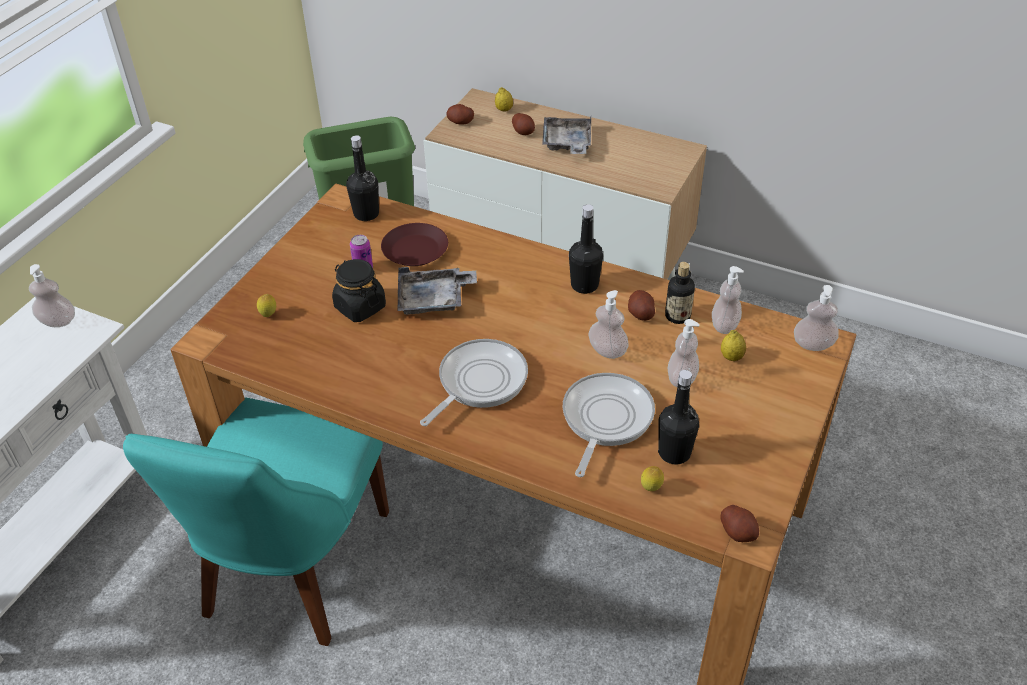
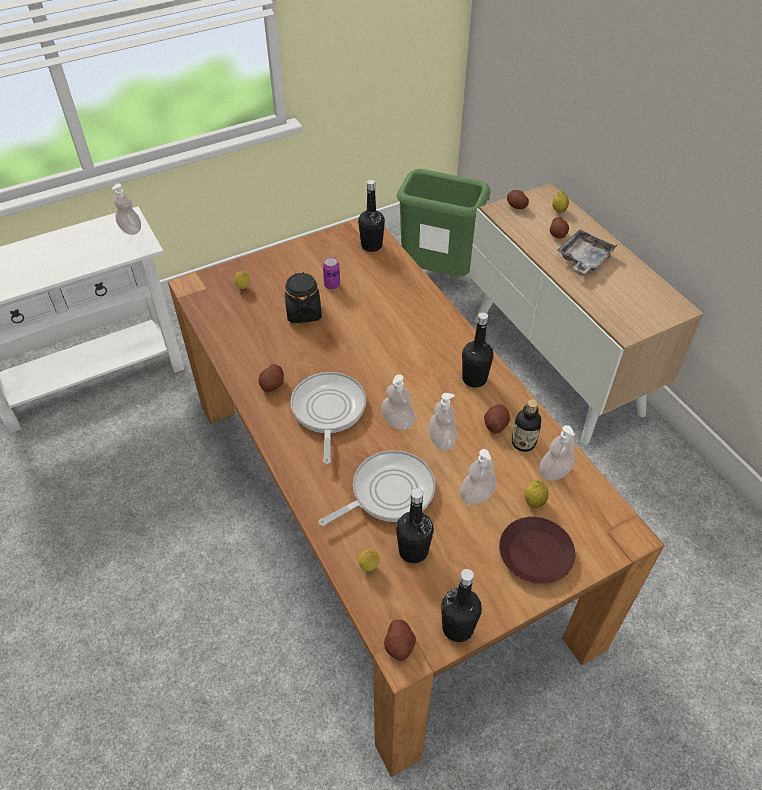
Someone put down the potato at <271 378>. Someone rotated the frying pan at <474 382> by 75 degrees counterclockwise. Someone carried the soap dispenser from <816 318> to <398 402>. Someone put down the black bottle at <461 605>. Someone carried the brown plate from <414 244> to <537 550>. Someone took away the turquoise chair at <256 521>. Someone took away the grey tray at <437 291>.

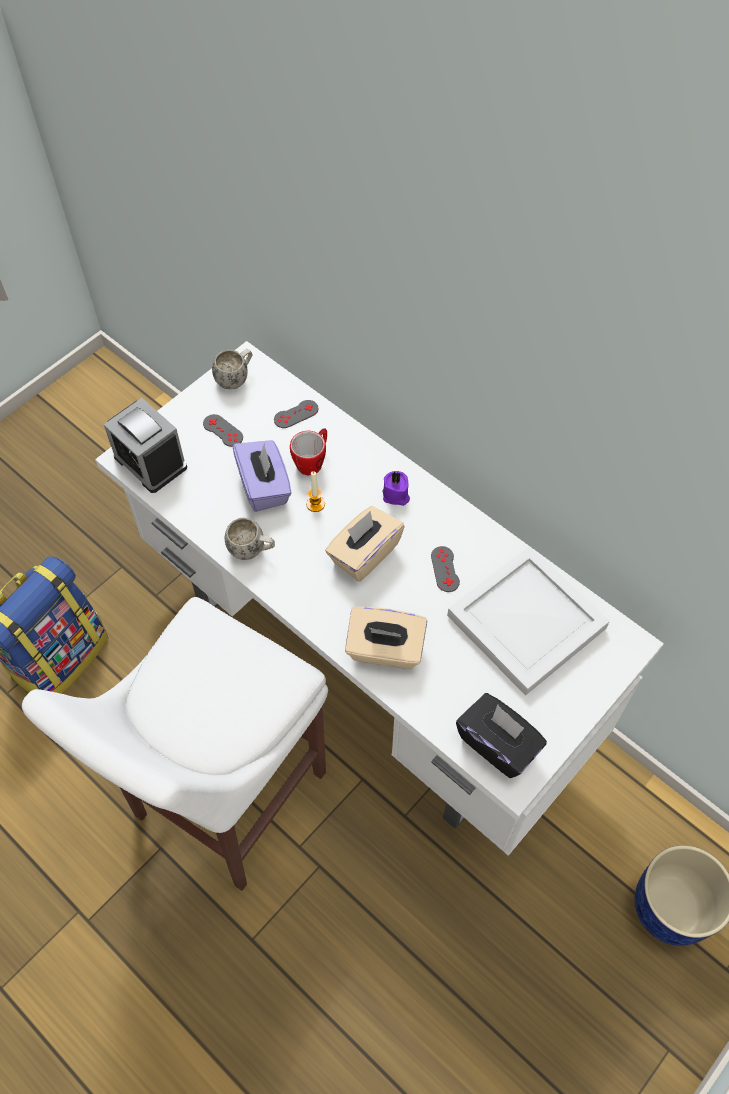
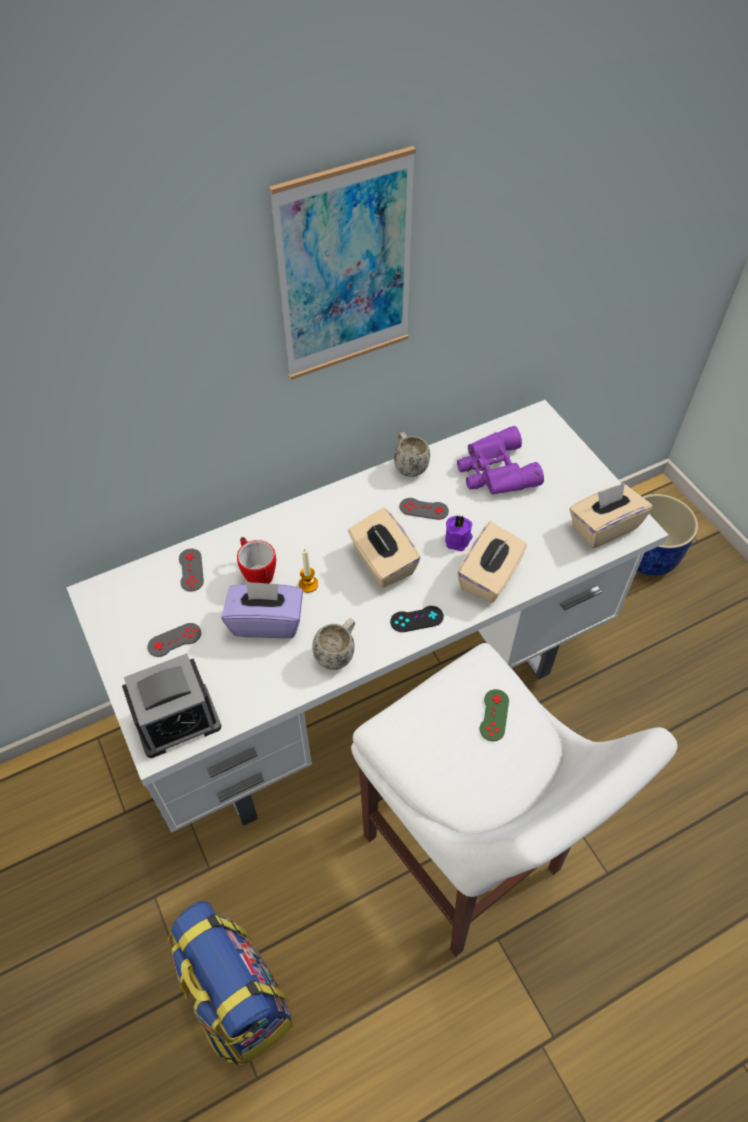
Someone put up the picture at <342 263>. Someone put down the black game controller at <417 619>. Someone carried the white mug from <232 369> to <412 454>. Someone carried the purple candle from <396 488> to <459 533>. Someone swapped the white tray at <528 621> for the purple binoculars at <500 460>. Someone put down the green game controller at <494 715>. Someone repainted the black tissue box at <501 735>, which became the beige tissue box at <611 515>.

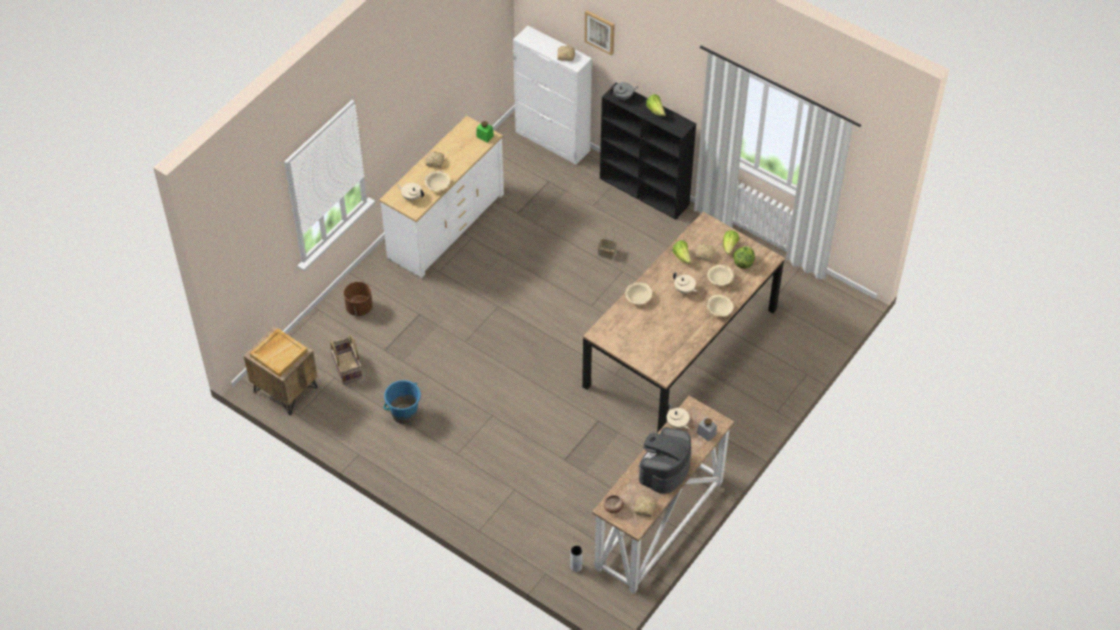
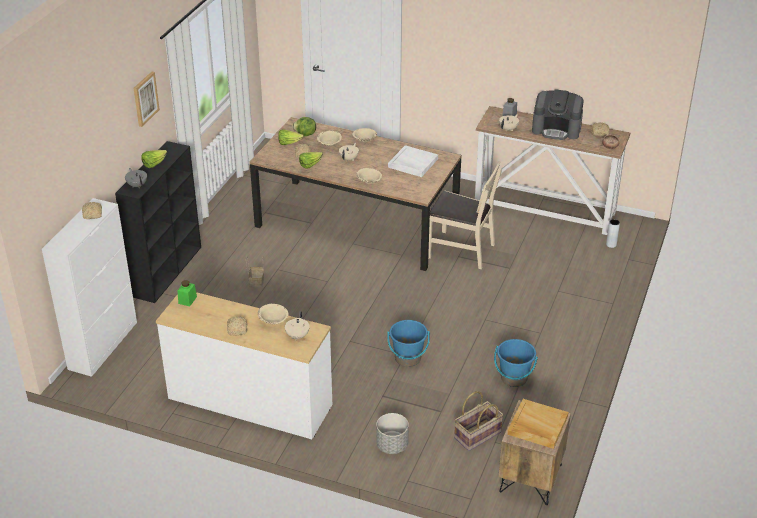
Someone carried the picture from <599 33> to <147 99>. Someone repainted the brown planter at <358 299>, which became the grey planter at <392 433>. Someone put down the blue bucket at <408 343>. Someone put down the white tray at <413 161>. Someone put down the beige chair at <465 215>.

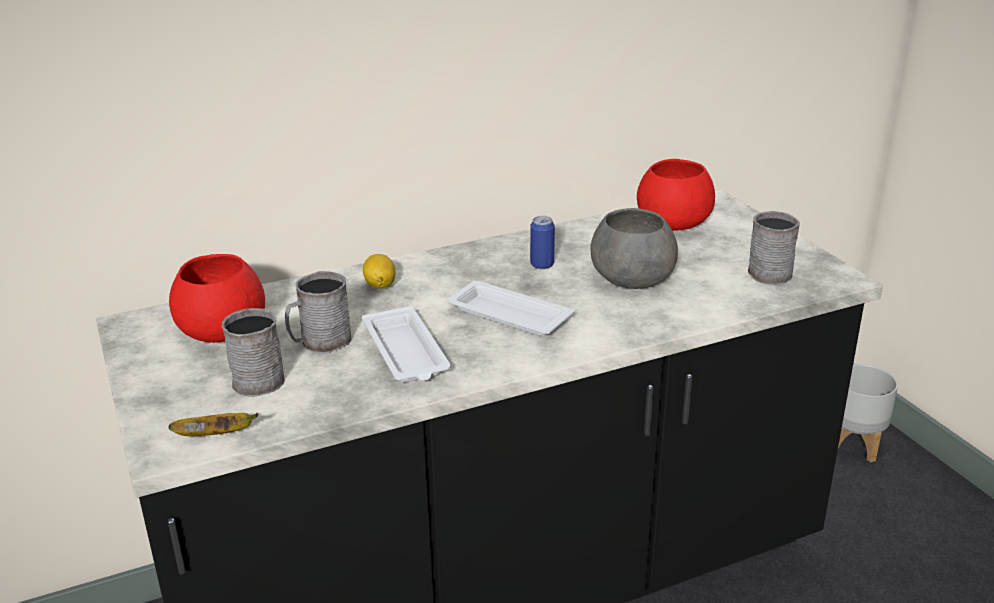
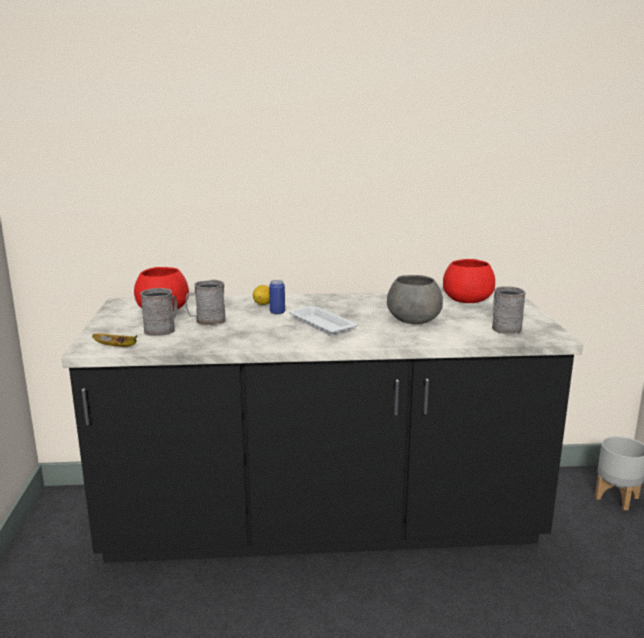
Someone carried the can from <542 242> to <277 297>. Someone took away the white tray at <406 344>.

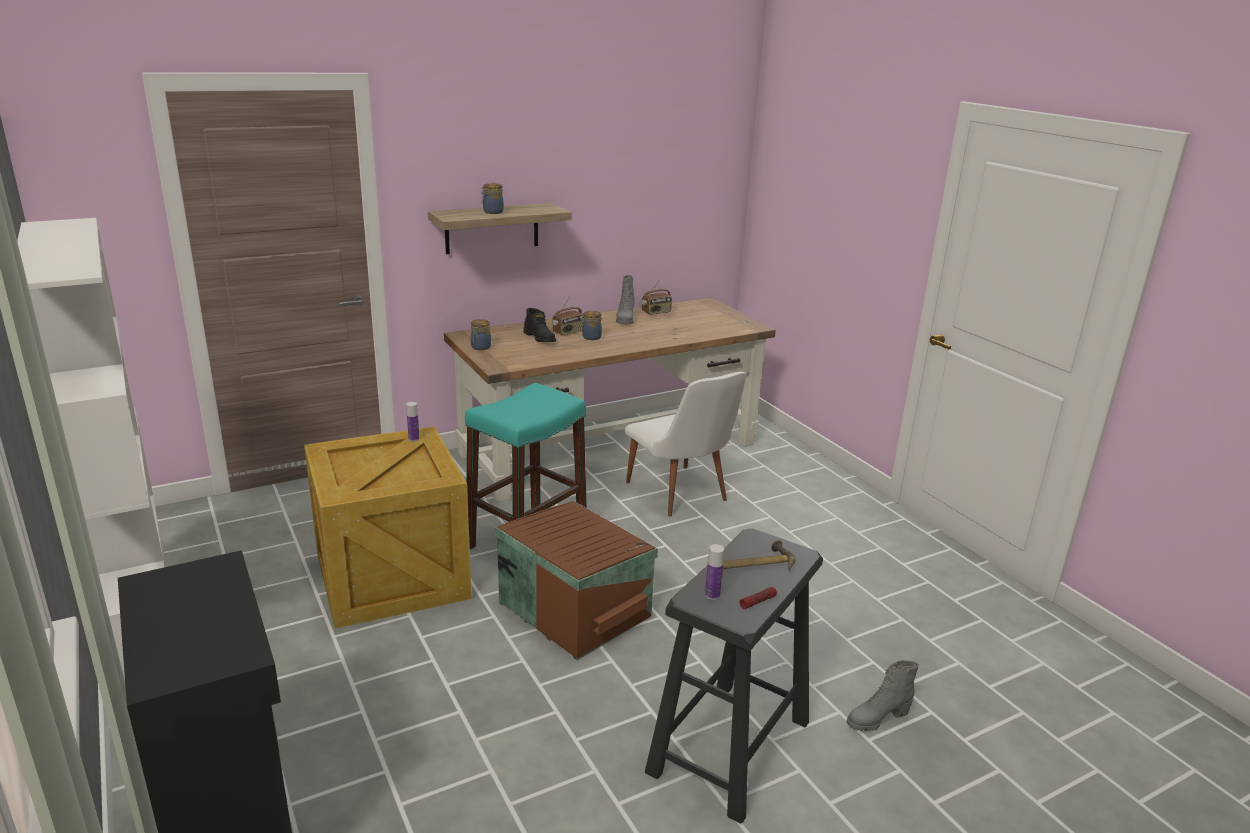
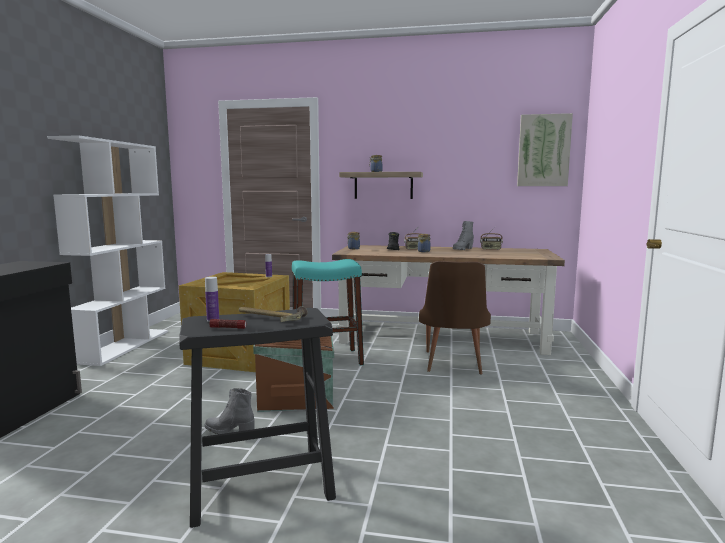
Someone carried the grey boot from <883 695> to <230 411>. Someone repainted the white chair at <686 444>, which became the brown chair at <455 317>. Someone put up the picture at <545 149>.

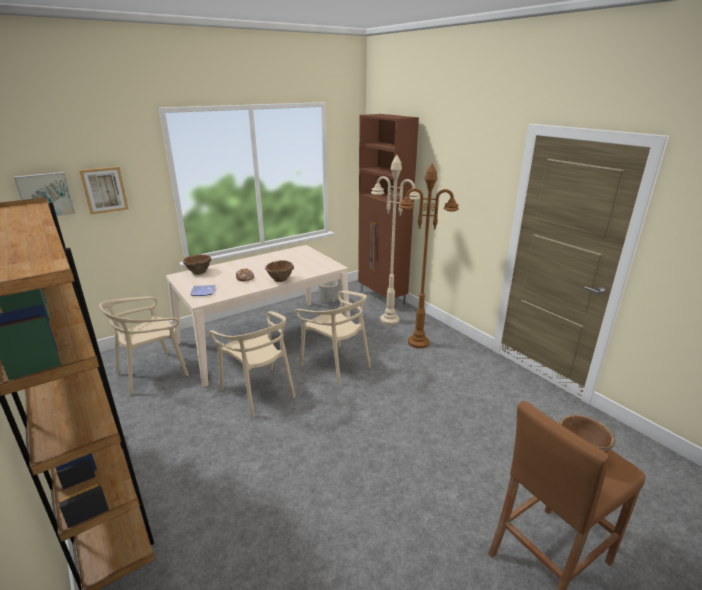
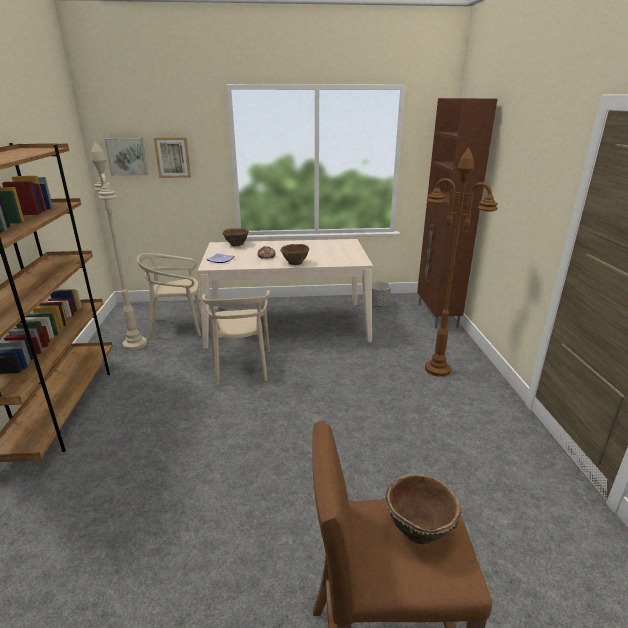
Someone carried the beige floor lamp from <395 240> to <119 246>. Someone took away the beige chair at <333 338>.

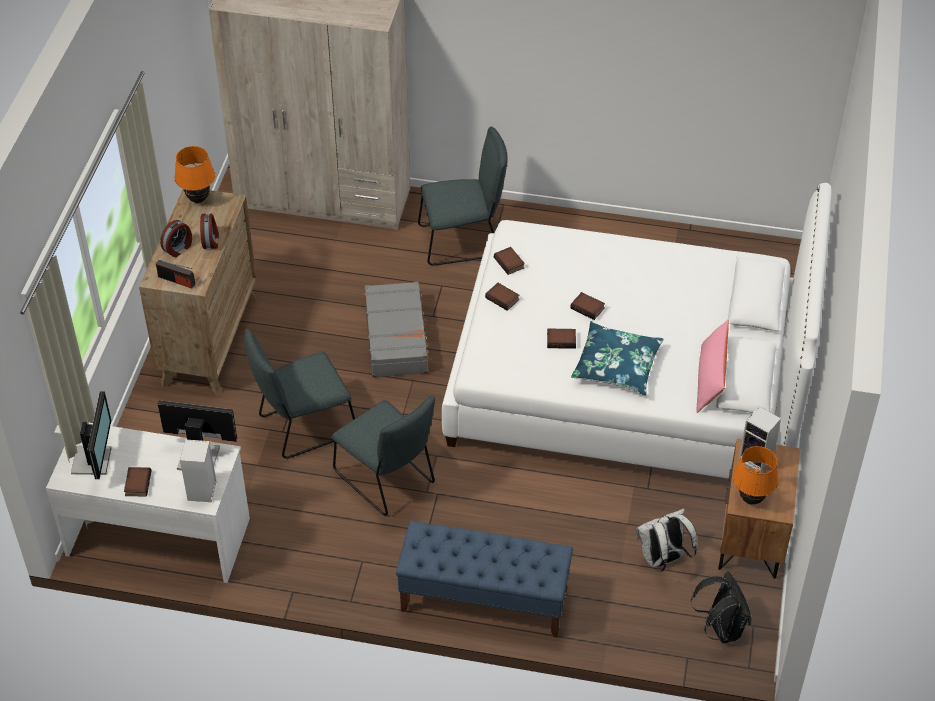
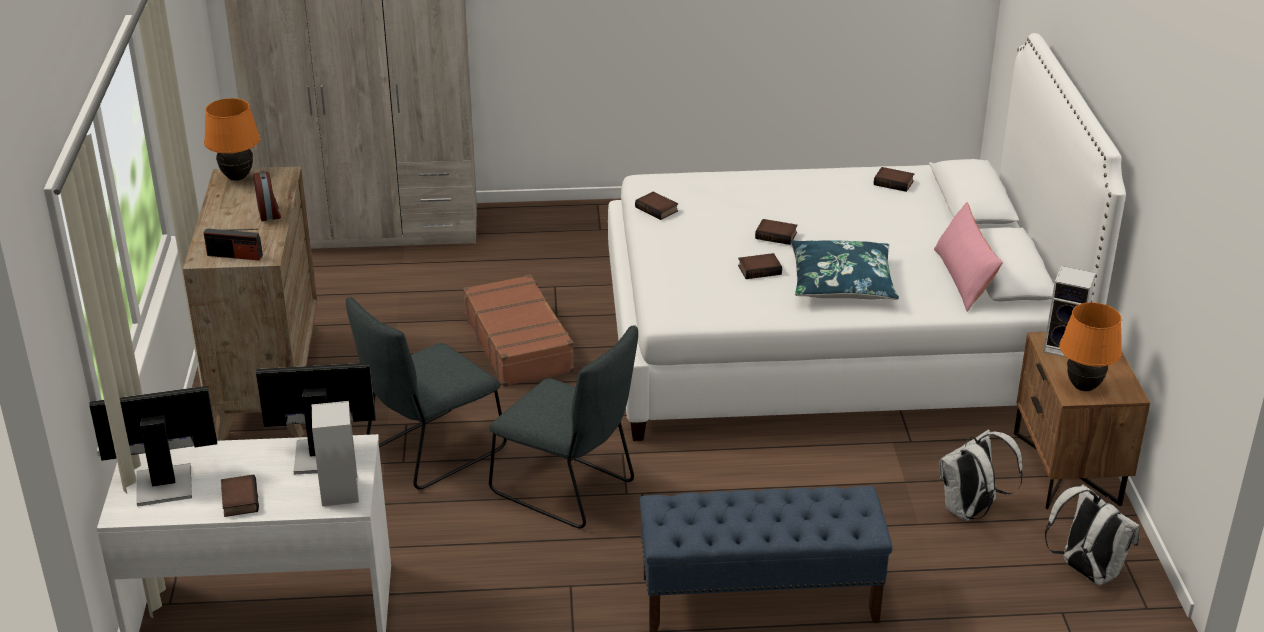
Someone rotated the monitor at <91 435> by 90 degrees counterclockwise. Someone repainted the grey suitcase at <398 329>, which became the brown suitcase at <519 331>. Someone carried the book from <502 297> to <894 179>. Someone repainted the black backpack at <721 607>, which became the white backpack at <1092 534>. Someone took away the alarm clock at <176 238>. Someone took away the grey chair at <463 196>.

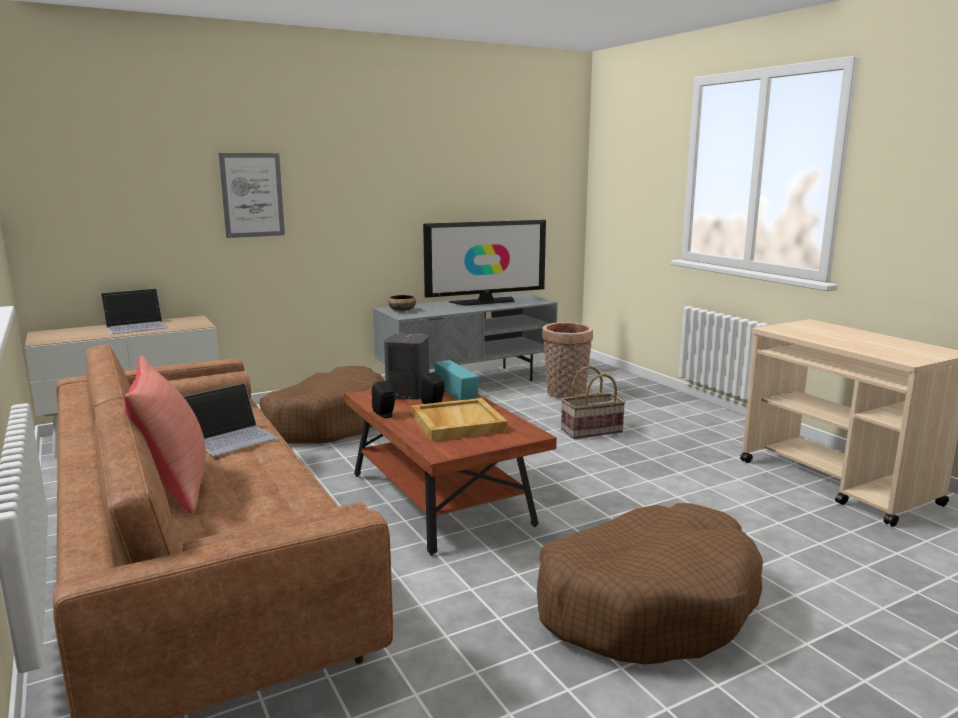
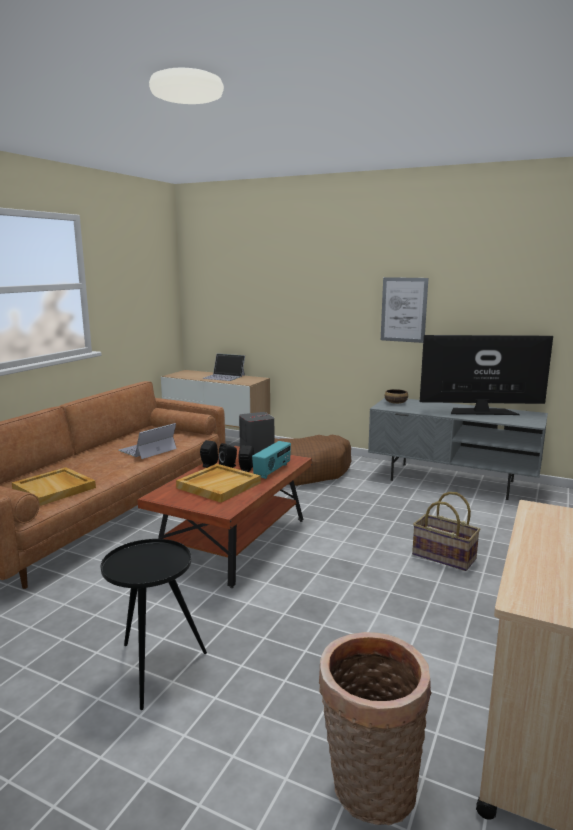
Someone put down the beige tray at <54 486>. Someone swapped the brown dog bed at <650 583> for the black side table at <154 624>. Someone rotated the laptop at <230 419> by 120 degrees clockwise. Someone put down the black speaker at <228 455>. Someone carried the basket from <567 360> to <375 728>. Someone carried the picture from <252 195> to <404 310>. Someone rotated the television at <484 263> by 150 degrees clockwise. Someone took away the red pillow at <165 434>.

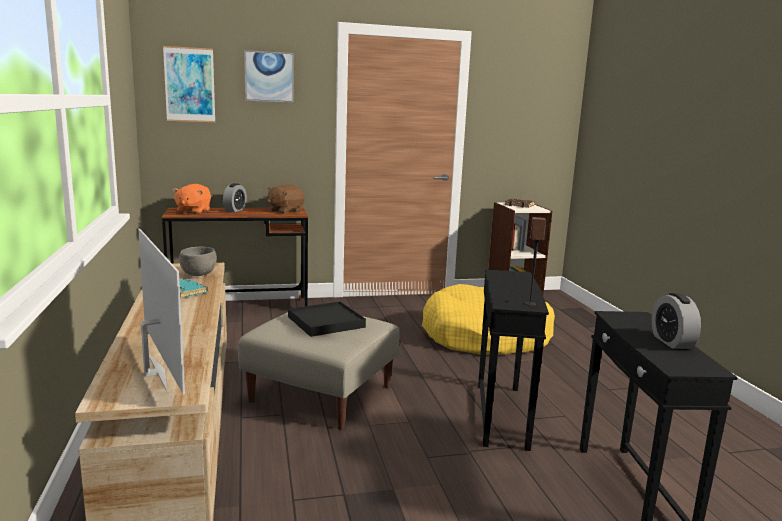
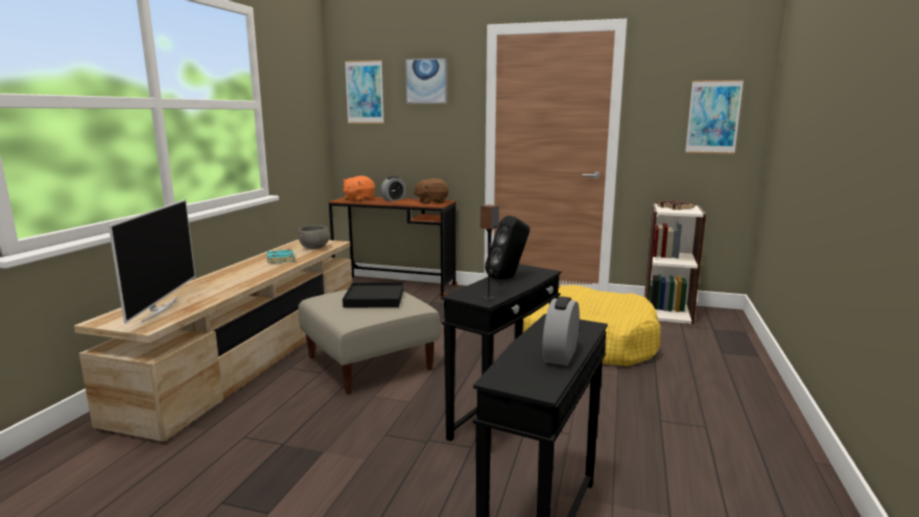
Someone put down the black speaker at <507 247>. Someone put up the picture at <714 117>.

